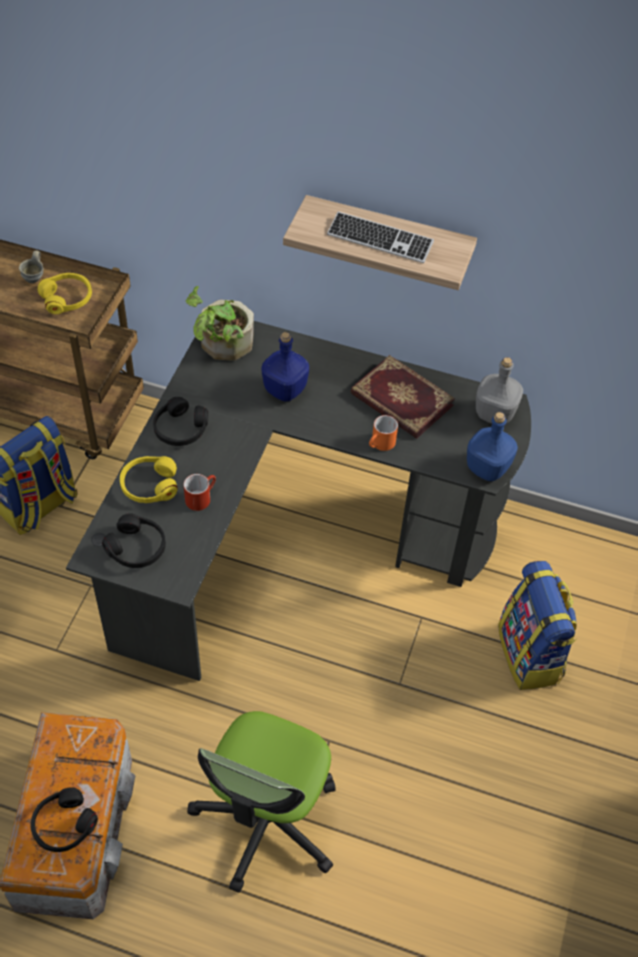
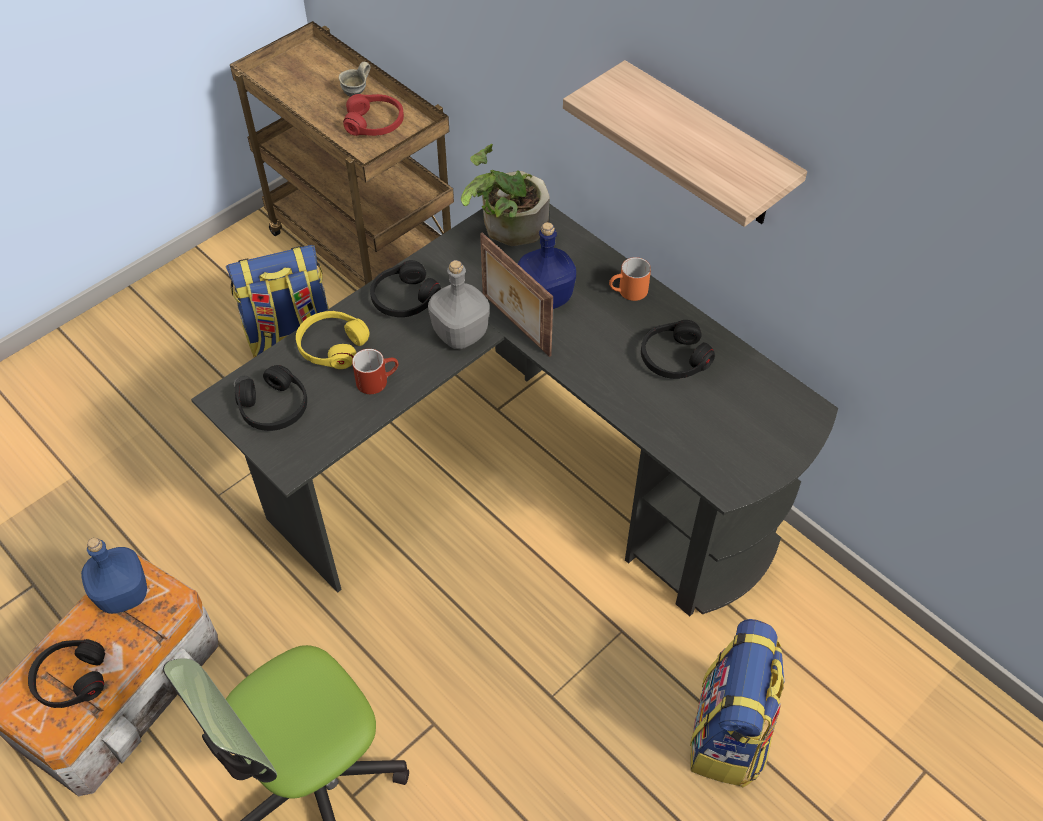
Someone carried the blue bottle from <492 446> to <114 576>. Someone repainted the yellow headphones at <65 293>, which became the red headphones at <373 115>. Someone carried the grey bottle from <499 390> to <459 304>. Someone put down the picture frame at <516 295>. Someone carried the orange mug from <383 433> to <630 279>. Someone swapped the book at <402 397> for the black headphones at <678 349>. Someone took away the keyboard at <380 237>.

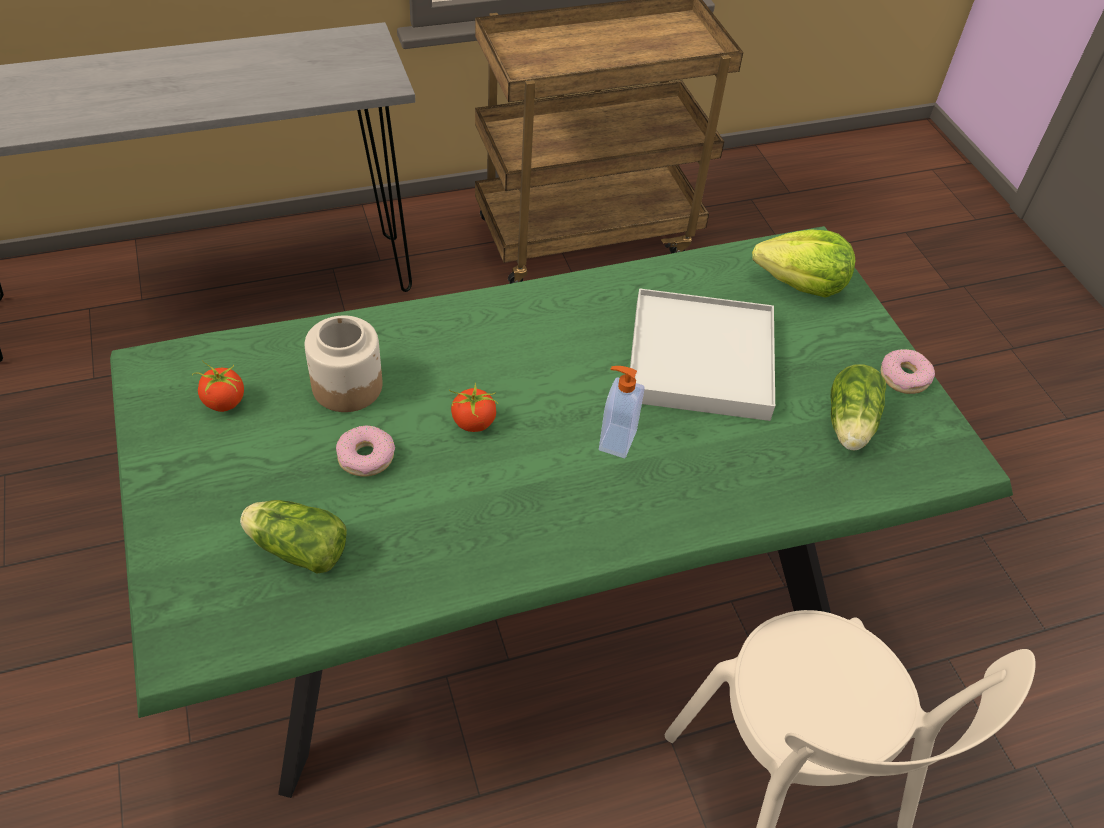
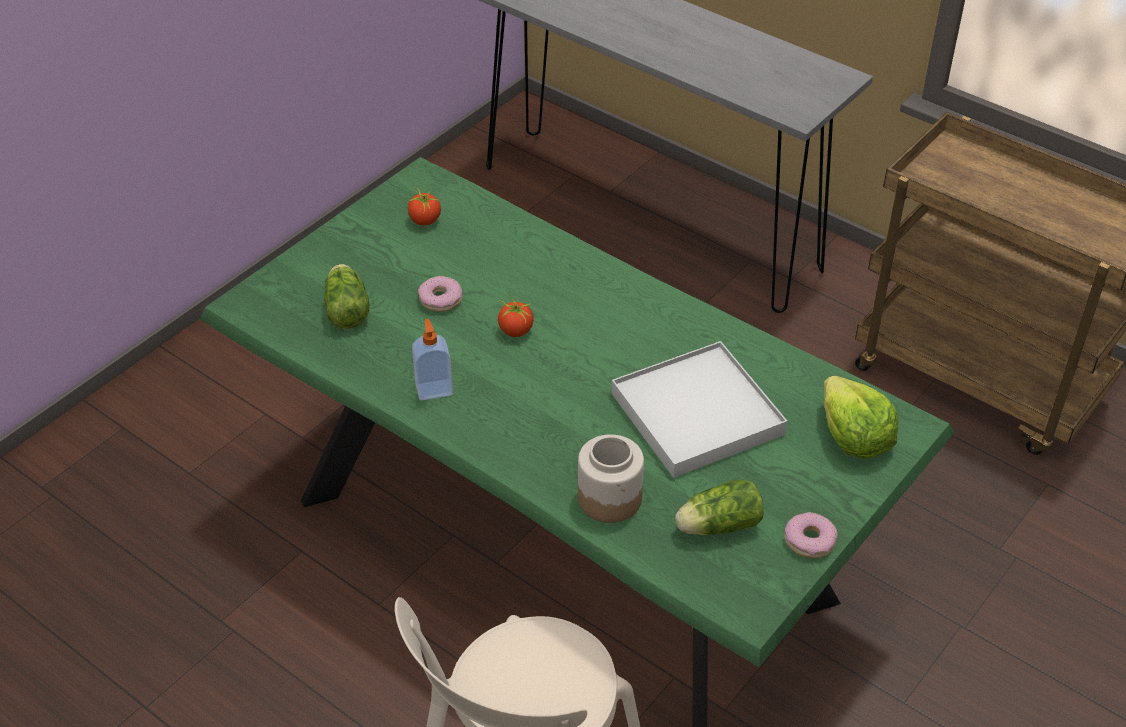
Someone carried the soap dispenser from <622 412> to <432 359>. Someone carried the jar from <343 364> to <611 478>.

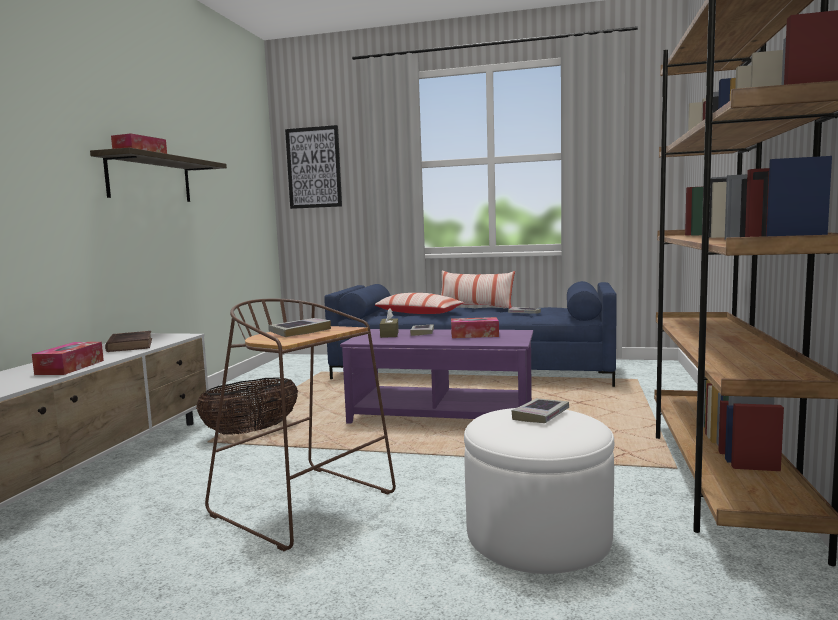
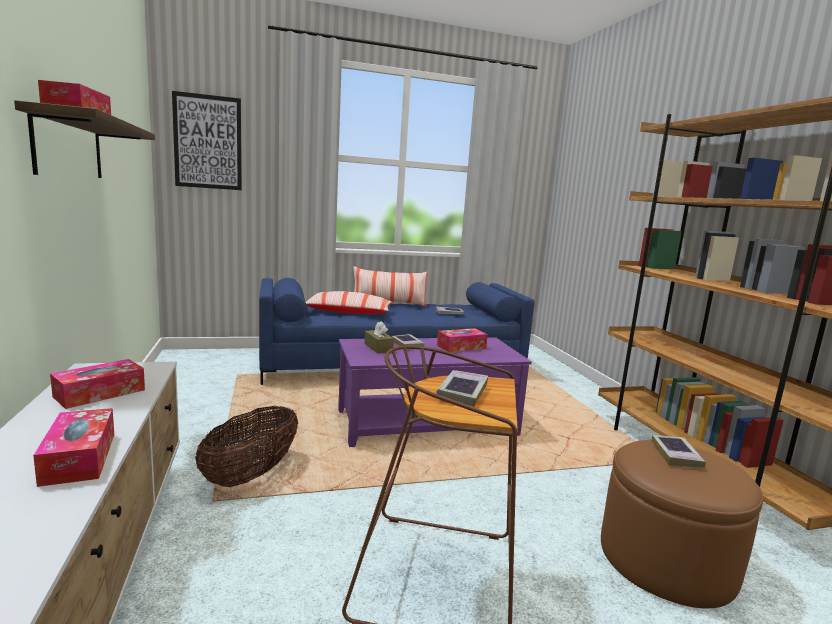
Someone swapped the brown book at <128 341> for the tissue box at <97 384>. Someone repainted the white ottoman at <539 491>, which became the brown ottoman at <682 524>.

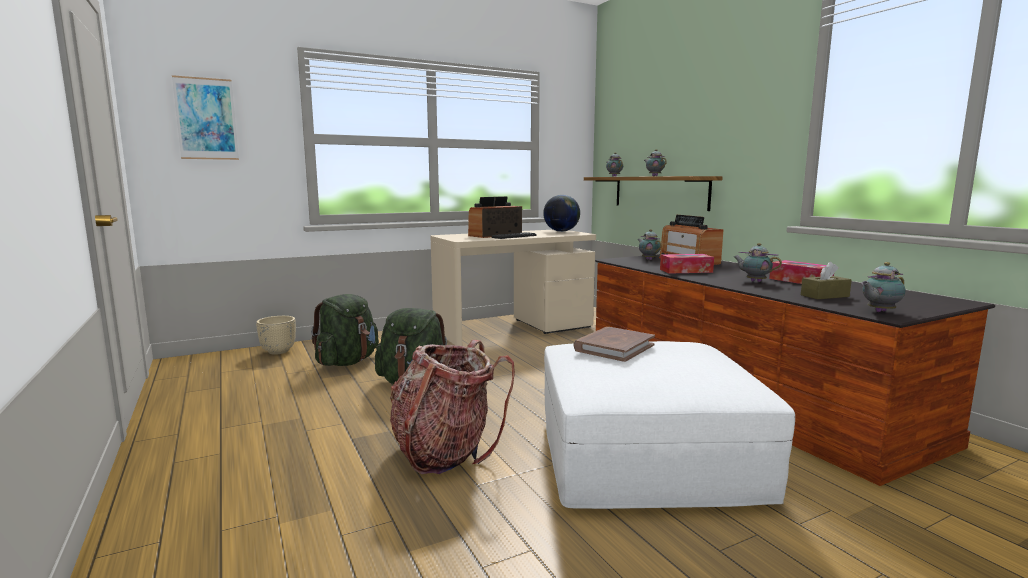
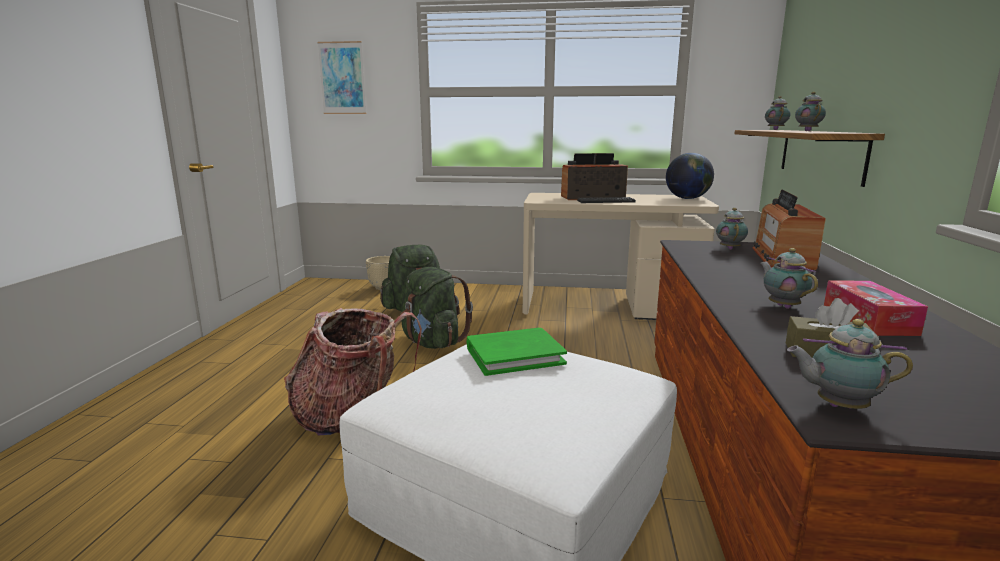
Someone repainted the brown book at <614 344>, which became the green book at <517 352>. Someone took away the tissue box at <687 264>.

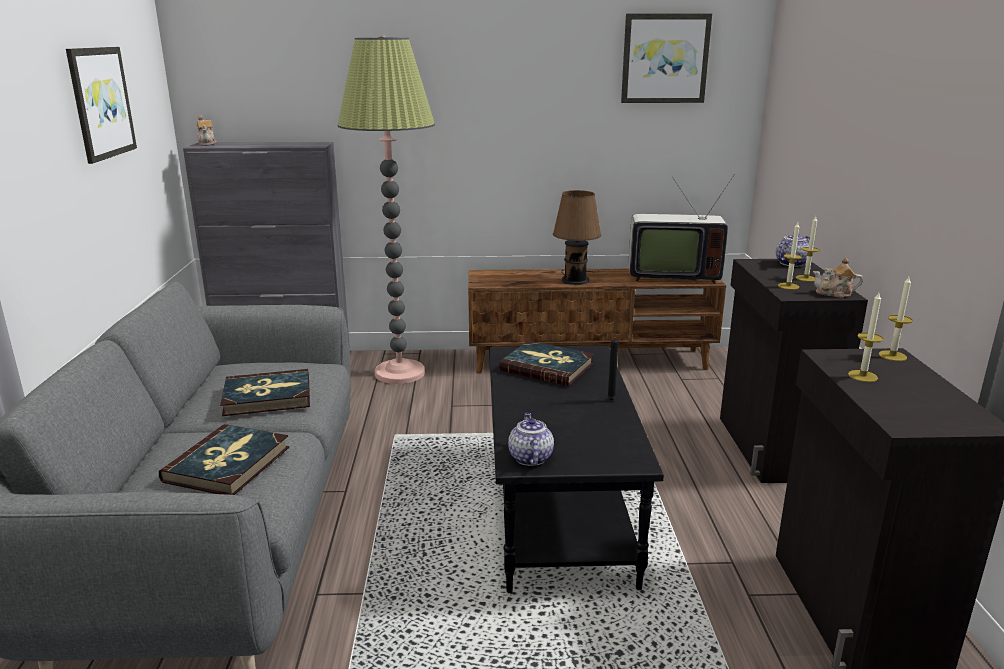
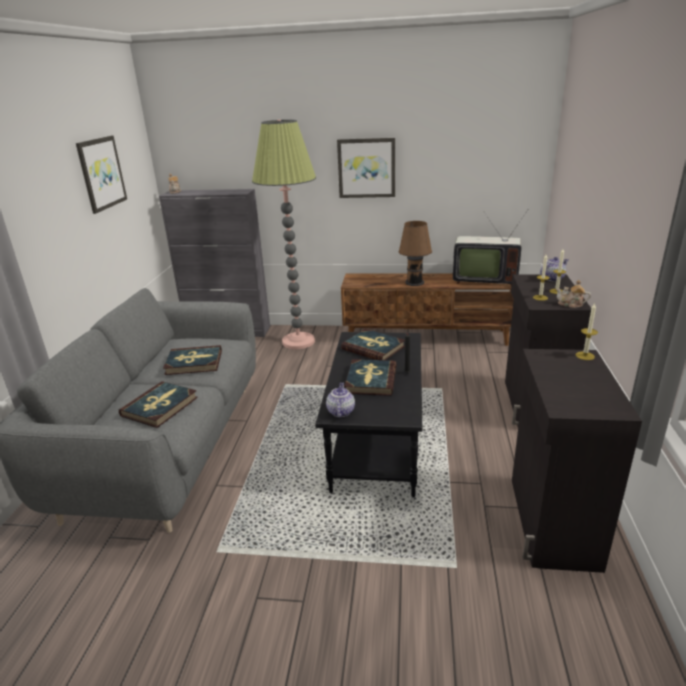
Someone carried the picture from <666 58> to <366 168>. Someone put down the book at <370 377>. Someone took away the candle at <865 337>.

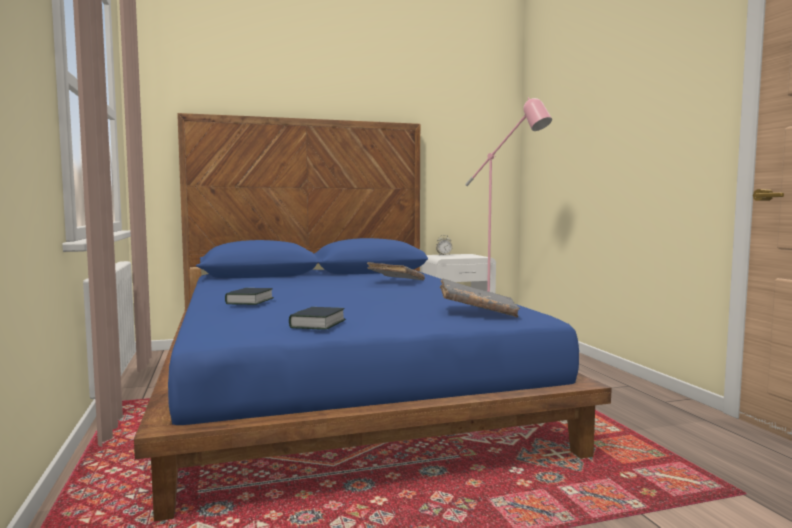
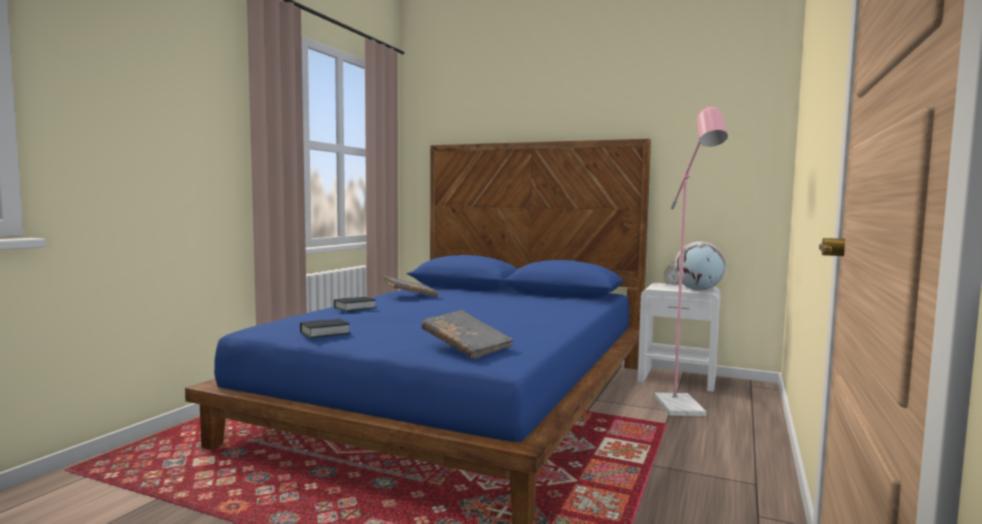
Someone carried the grey book from <396 271> to <411 286>. Someone put down the globe at <700 265>.

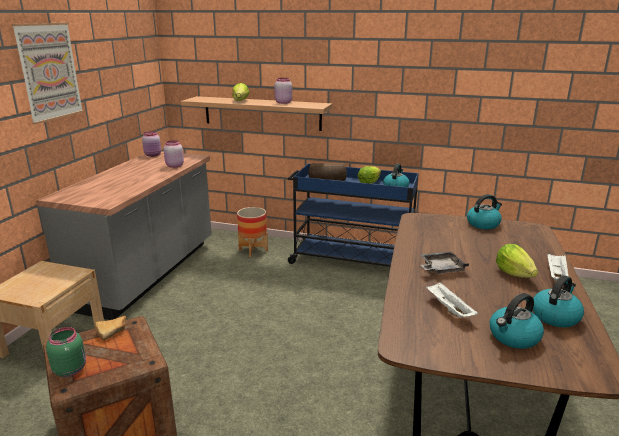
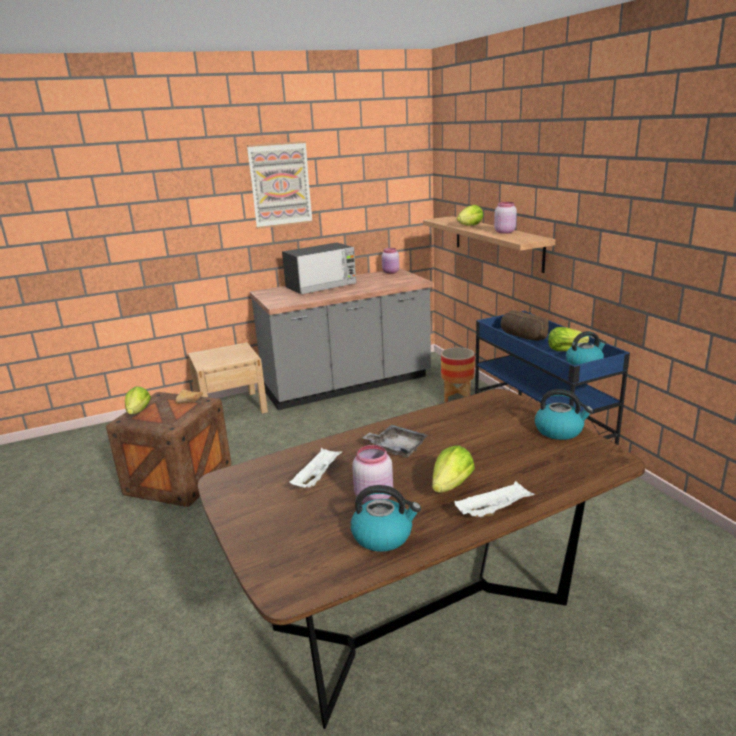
Someone swapped the green jar at <66 352> for the lettuce at <138 400>. Someone put down the microwave at <319 268>. Someone carried the pink jar from <174 154> to <372 474>. Someone took away the kettle at <517 321>.

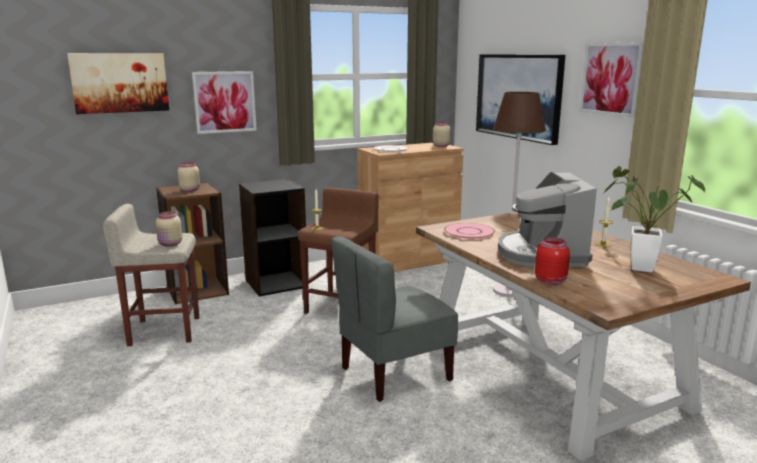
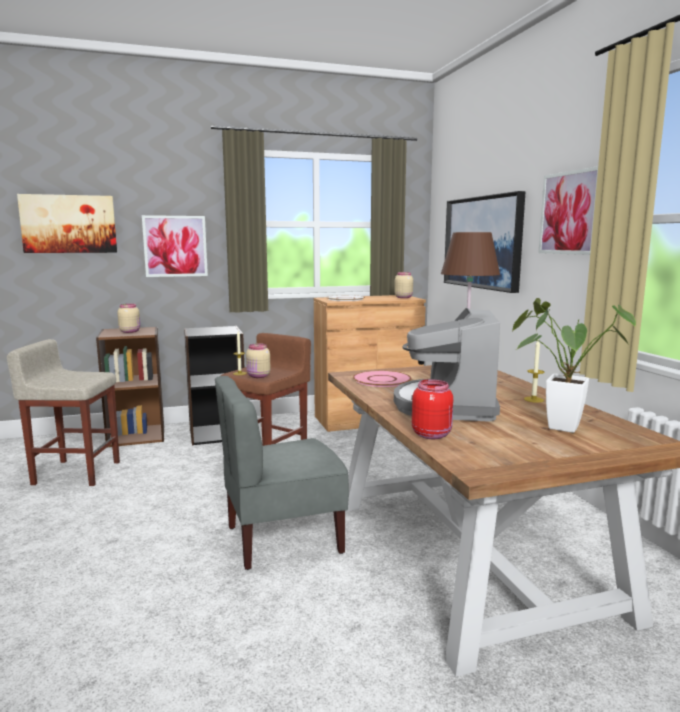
Someone carried the beige jar from <169 229> to <258 360>.

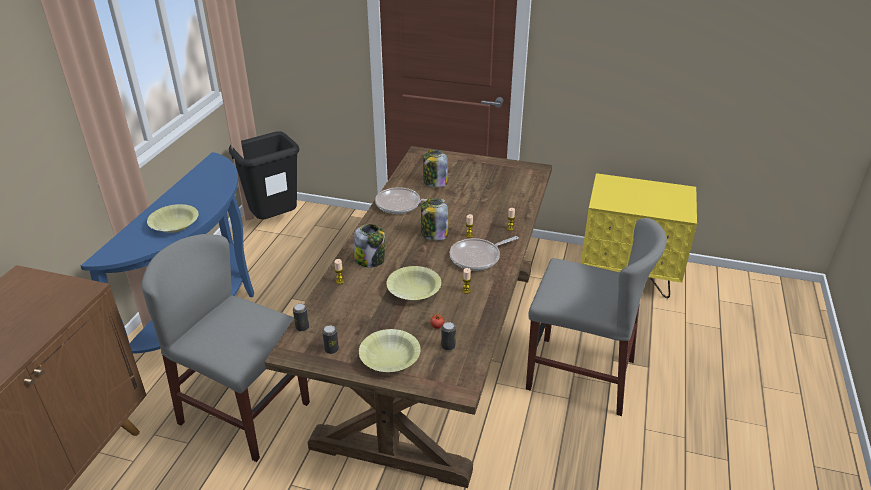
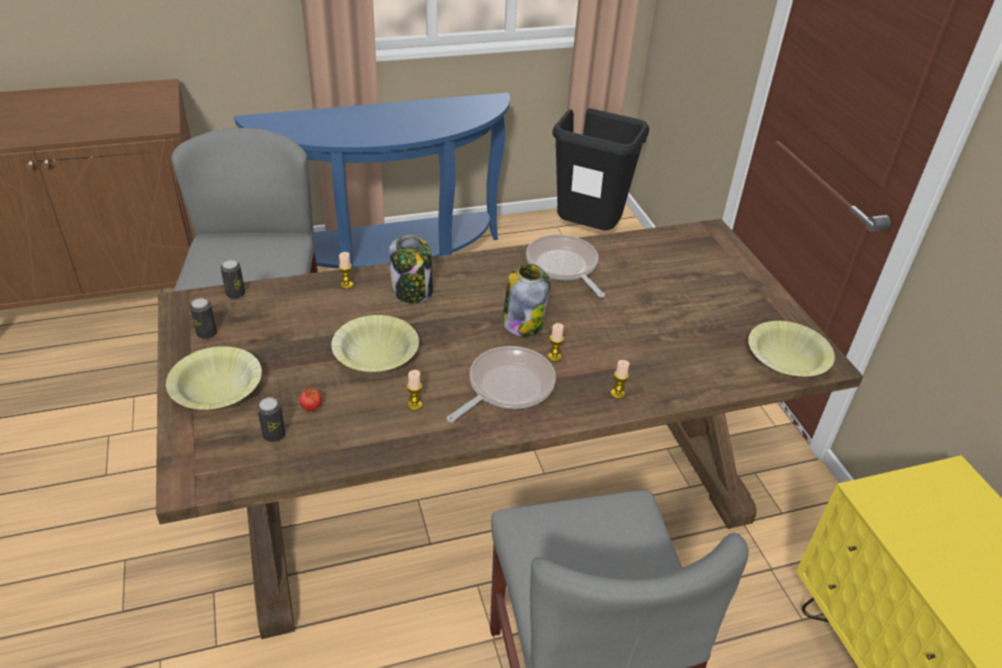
Someone rotated the frying pan at <484 253> by 105 degrees clockwise. Someone carried the yellow bowl from <173 218> to <791 348>. Someone took away the jar at <435 168>.

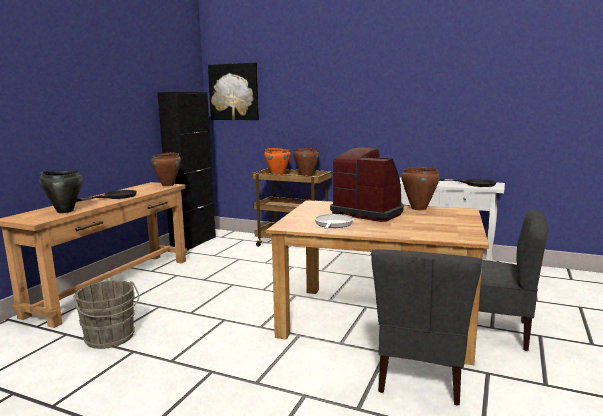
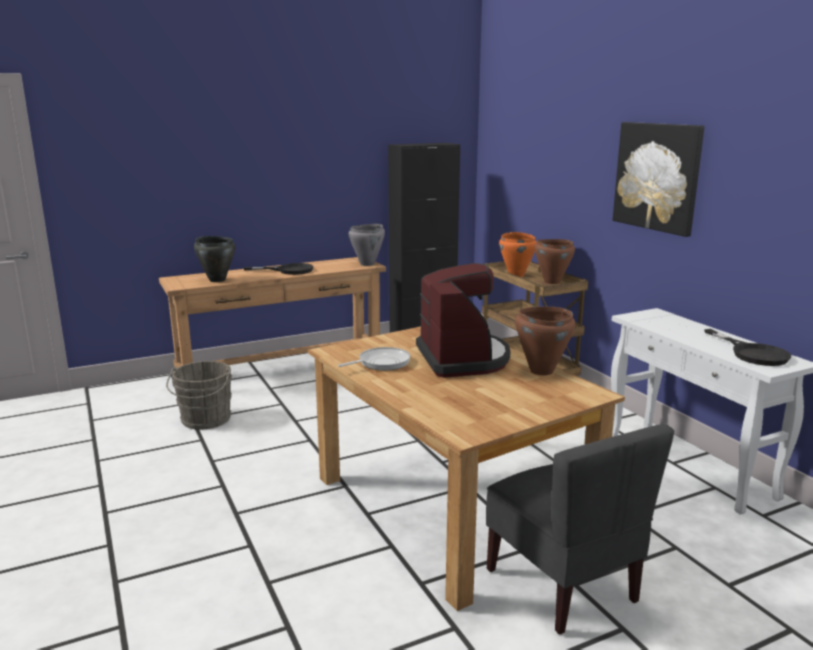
Someone repainted the brown cooking pot at <166 169>, which became the grey cooking pot at <367 245>. Someone carried the picture from <233 91> to <658 179>. Someone took away the grey chair at <426 327>.

